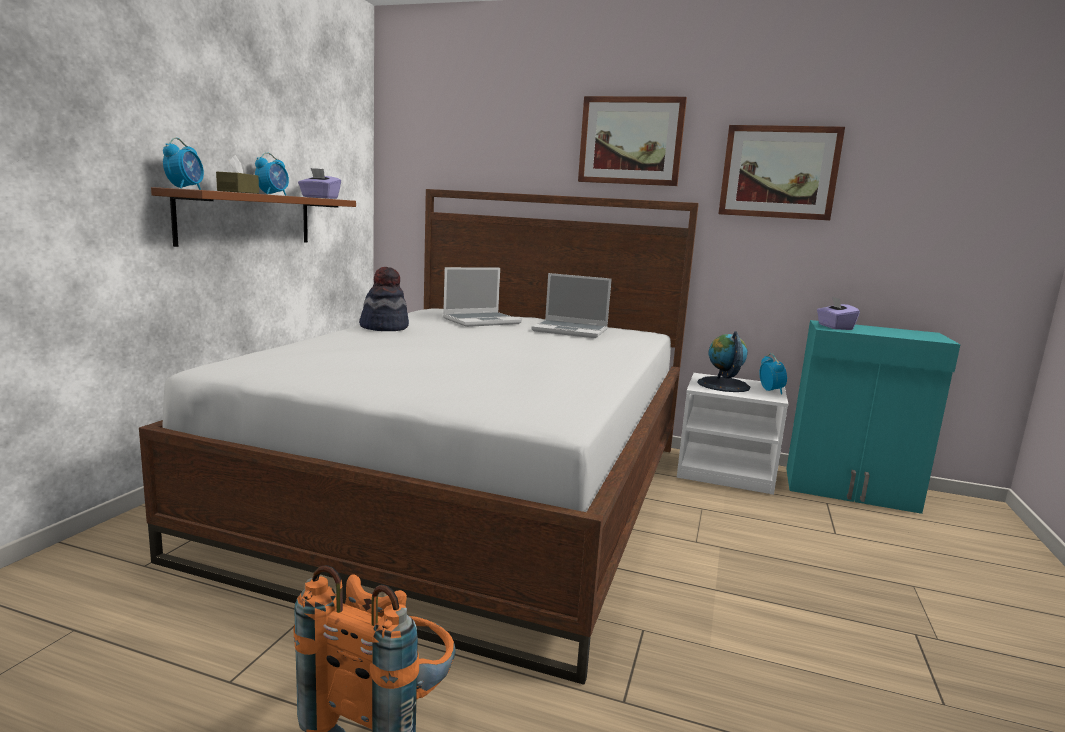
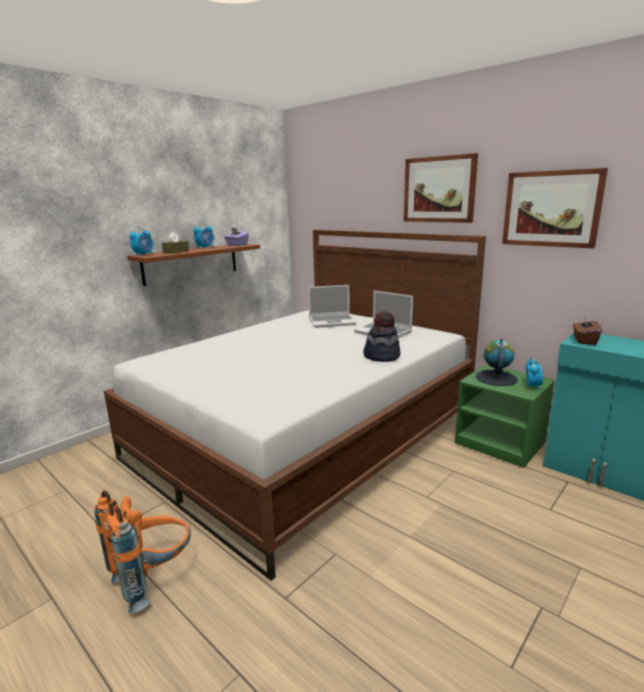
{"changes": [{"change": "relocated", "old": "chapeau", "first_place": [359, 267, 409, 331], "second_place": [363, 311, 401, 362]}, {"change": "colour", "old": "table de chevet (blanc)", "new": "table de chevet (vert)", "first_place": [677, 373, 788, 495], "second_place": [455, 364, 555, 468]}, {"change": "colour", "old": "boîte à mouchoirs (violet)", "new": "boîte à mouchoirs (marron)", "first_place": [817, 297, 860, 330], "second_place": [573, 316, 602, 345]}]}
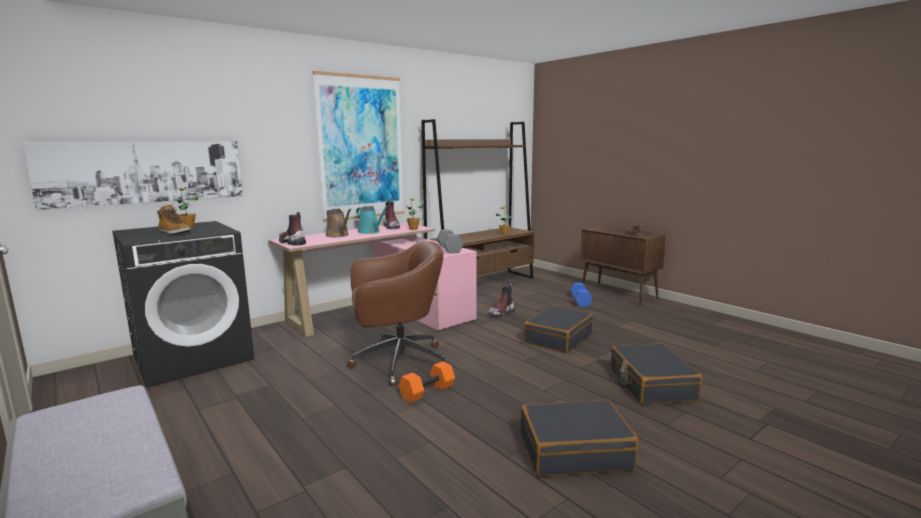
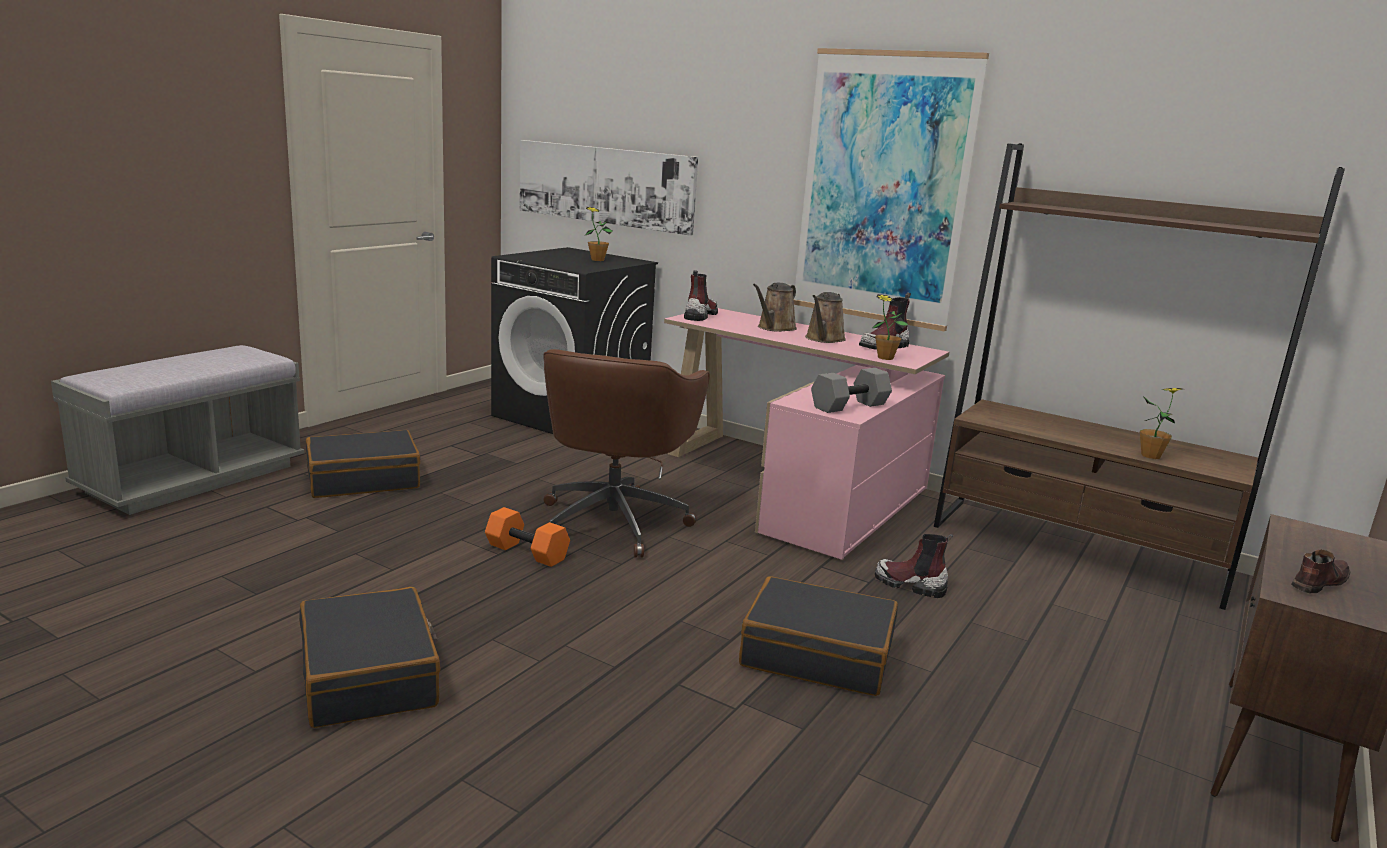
{"changes": [{"change": "missing", "old": "botte", "first_place": [157, 204, 191, 235]}, {"change": "spun", "old": "chaise de bureau (marron)", "first_place": [347, 241, 447, 386], "second_place": [543, 349, 710, 558], "degrees": 45}, {"change": "colour", "old": "arrosoir (turquoise)", "new": "arrosoir (marron)", "first_place": [356, 206, 389, 234], "second_place": [805, 292, 846, 343]}, {"change": "missing", "old": "haltère (bleu)", "first_place": [570, 283, 592, 307]}, {"change": "relocated", "old": "valise (noir)", "first_place": [611, 343, 702, 405], "second_place": [306, 430, 420, 498]}]}
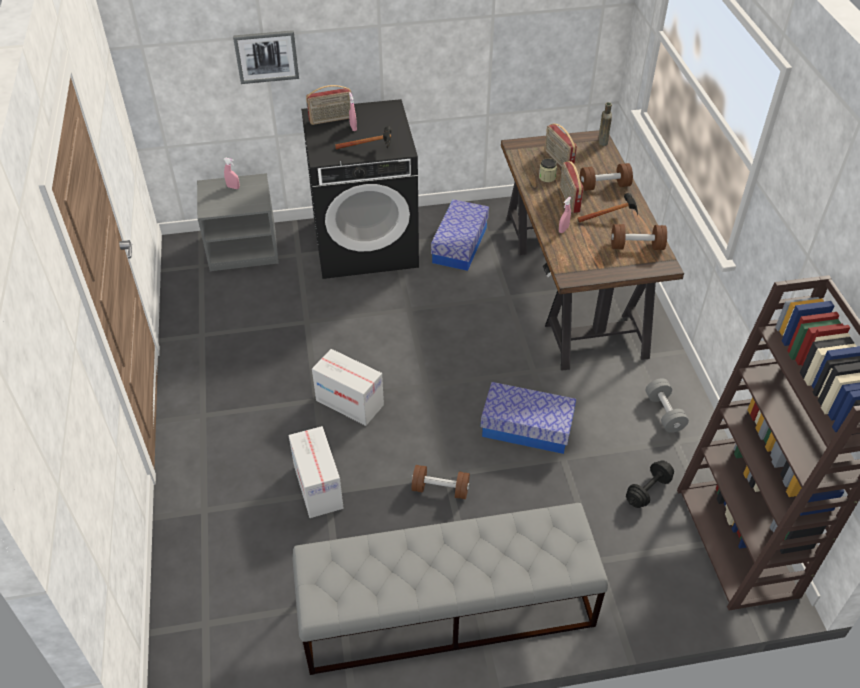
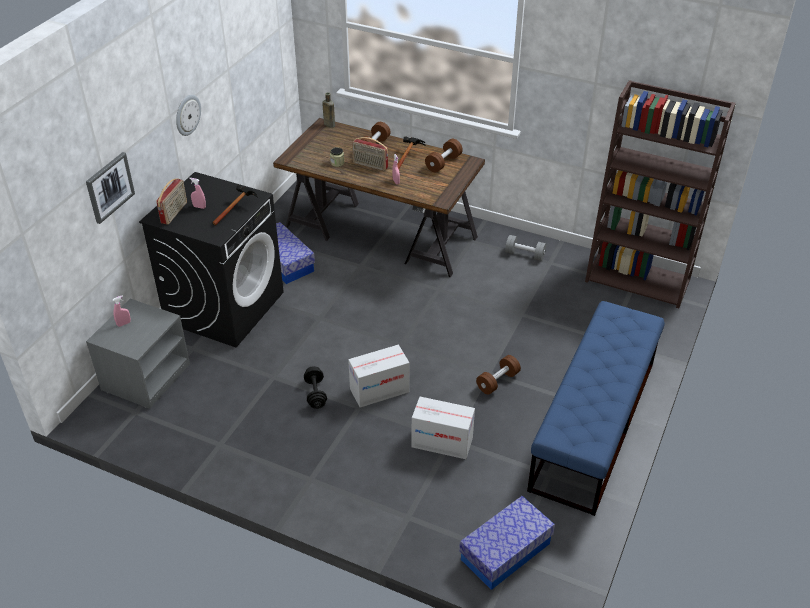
{"changes": [{"change": "colour", "old": "banc (gris)", "new": "banc (bleu)", "first_place": [292, 503, 608, 675], "second_place": [527, 301, 665, 516]}, {"change": "relocated", "old": "boîte de rangement", "first_place": [481, 382, 576, 454], "second_place": [459, 496, 555, 590]}, {"change": "missing", "old": "radio", "first_place": [545, 124, 577, 167]}, {"change": "relocated", "old": "haltère (noir)", "first_place": [626, 460, 674, 508], "second_place": [304, 366, 327, 409]}, {"change": "appeared", "new": "horloge murale", "second_place": [176, 95, 201, 136]}]}
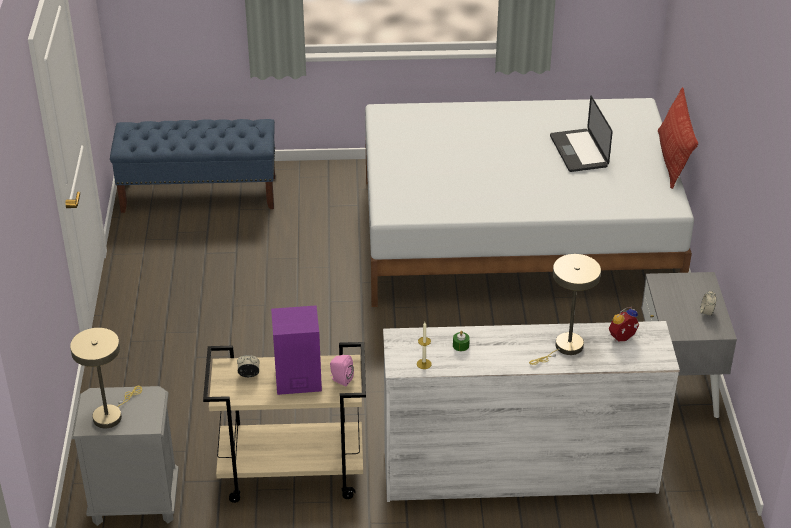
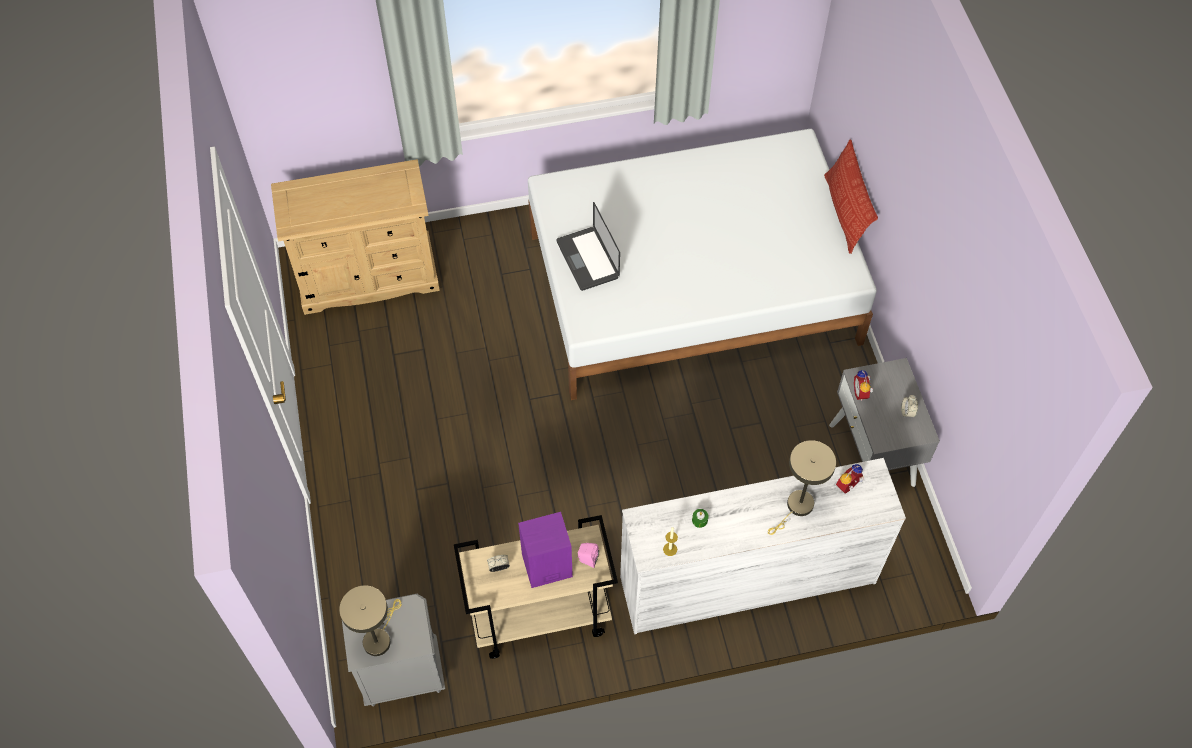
{"changes": [{"change": "exchanged", "old": "banc (bleu)", "new": "commode (beige)", "first_place": [110, 119, 275, 213], "second_place": [271, 159, 440, 315]}, {"change": "relocated", "old": "ordinateur portable", "first_place": [550, 96, 613, 172], "second_place": [556, 202, 620, 291]}, {"change": "appeared", "new": "réveil", "second_place": [854, 370, 873, 401]}]}
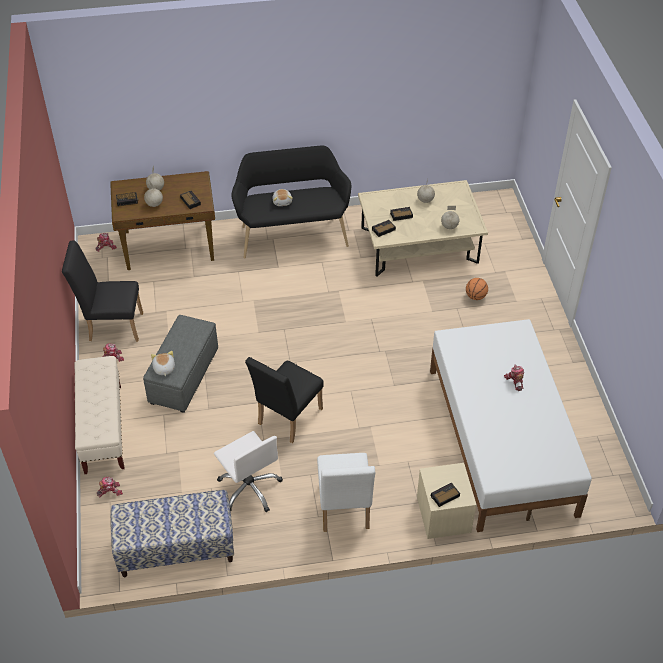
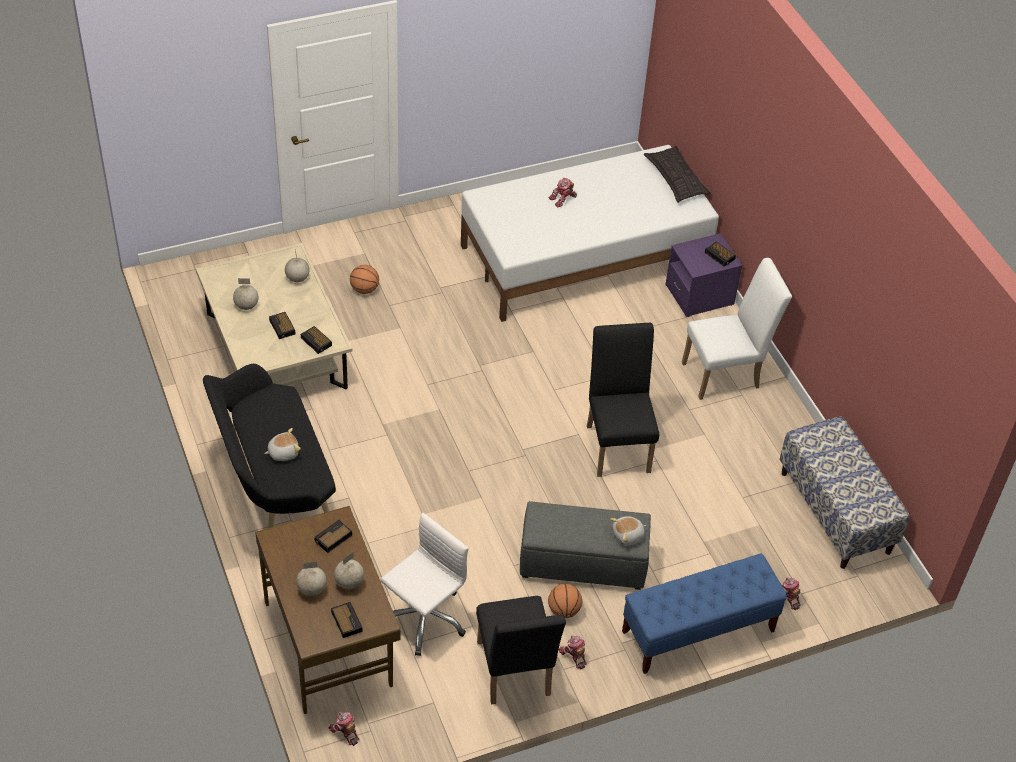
{"changes": [{"change": "colour", "old": "banc (beige)", "new": "banc (bleu)", "first_place": [74, 356, 125, 474], "second_place": [622, 554, 787, 674]}, {"change": "relocated", "old": "chaise de bureau (blanc)", "first_place": [214, 431, 283, 512], "second_place": [381, 513, 469, 656]}, {"change": "spun", "old": "chaise (noir)", "first_place": [245, 357, 324, 443], "second_place": [587, 323, 660, 477], "degrees": -120}, {"change": "colour", "old": "table de chevet (beige)", "new": "table de chevet (violet)", "first_place": [417, 463, 476, 539], "second_place": [665, 233, 742, 317]}, {"change": "appeared", "new": "ballon de basket", "second_place": [548, 584, 582, 618]}, {"change": "appeared", "new": "coussin", "second_place": [644, 146, 711, 203]}]}
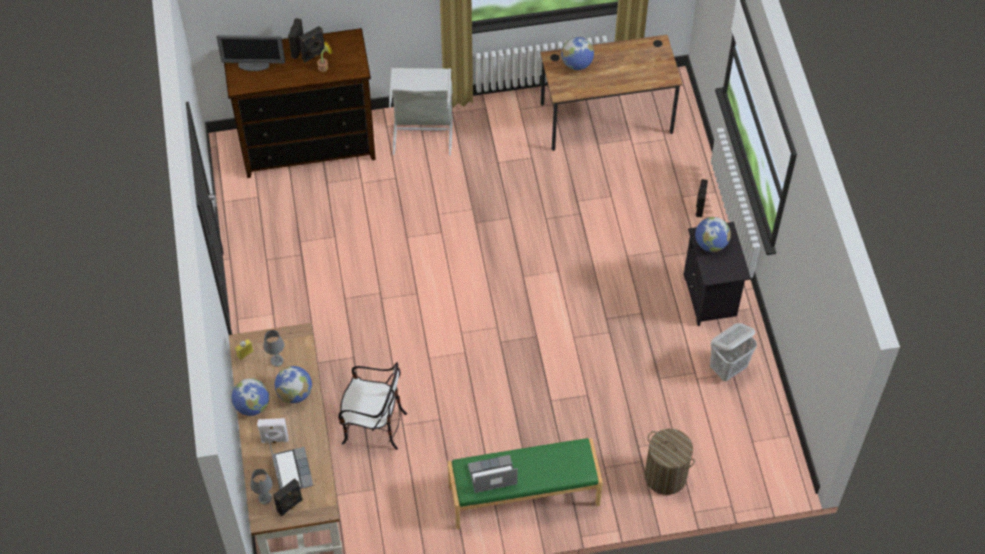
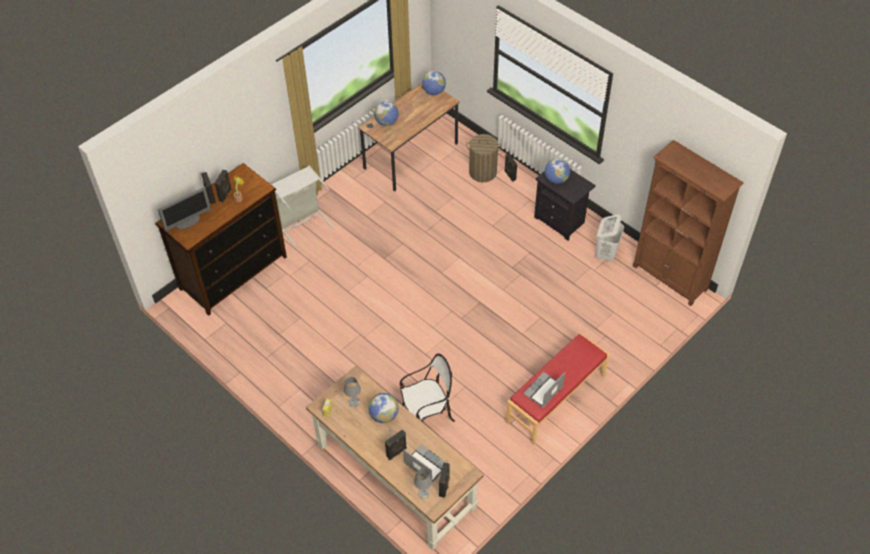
{"changes": [{"change": "relocated", "old": "globe", "first_place": [232, 378, 269, 416], "second_place": [422, 71, 446, 95]}, {"change": "colour", "old": "enceinte (blanc)", "new": "enceinte (noir)", "first_place": [257, 418, 289, 443], "second_place": [385, 429, 407, 460]}, {"change": "colour", "old": "banc (vert)", "new": "banc (rouge)", "first_place": [448, 438, 603, 529], "second_place": [506, 333, 610, 445]}, {"change": "relocated", "old": "panier à linge", "first_place": [645, 429, 695, 495], "second_place": [466, 134, 502, 182]}, {"change": "appeared", "new": "bibliothèque (marron)", "second_place": [633, 140, 743, 306]}]}
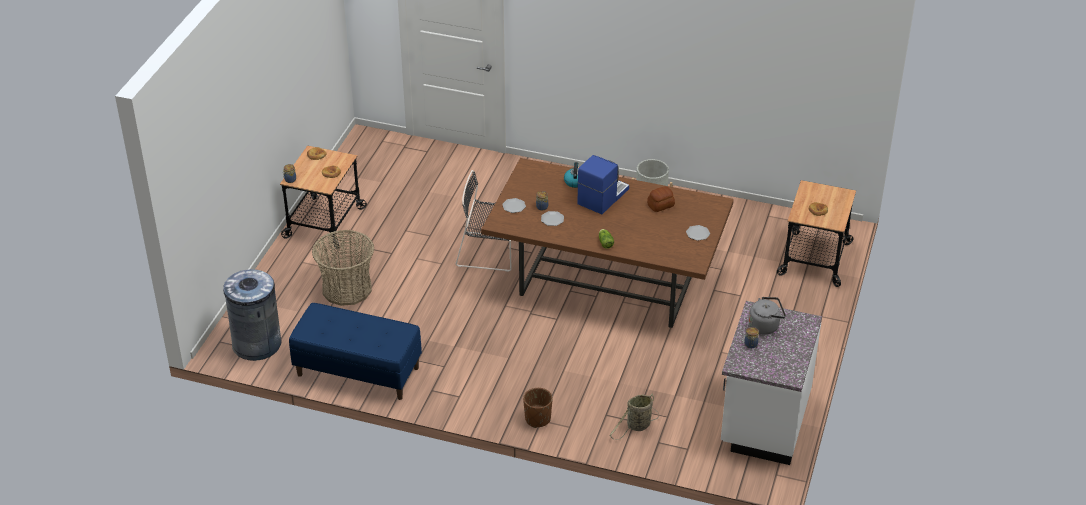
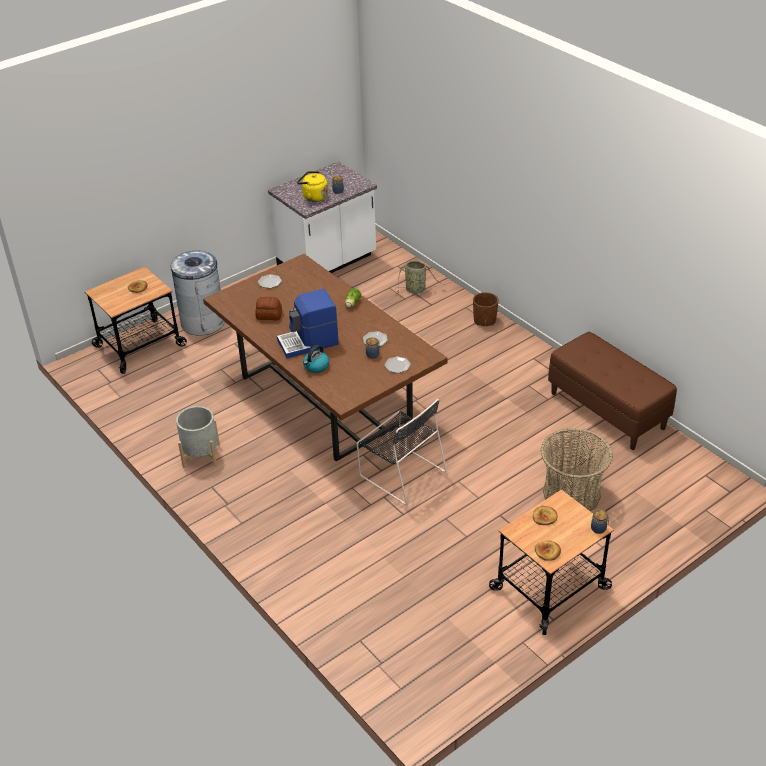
{"changes": [{"change": "relocated", "old": "poubelle (gris)", "first_place": [223, 269, 281, 361], "second_place": [171, 251, 225, 335]}, {"change": "colour", "old": "banc (bleu)", "new": "banc (marron)", "first_place": [289, 303, 422, 400], "second_place": [548, 332, 677, 450]}, {"change": "colour", "old": "bouilloire (gris)", "new": "bouilloire (jaune)", "first_place": [749, 297, 786, 335], "second_place": [297, 171, 328, 202]}]}
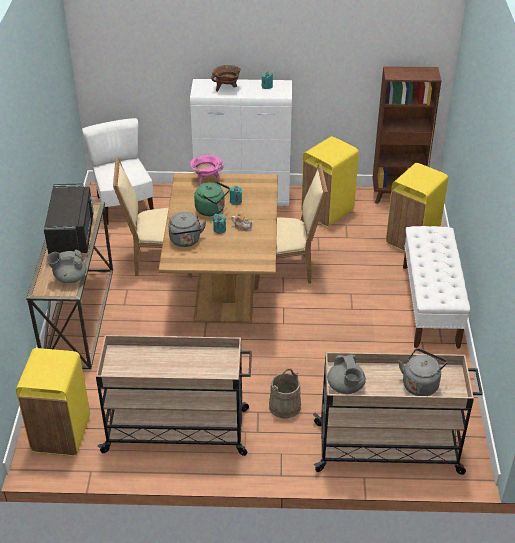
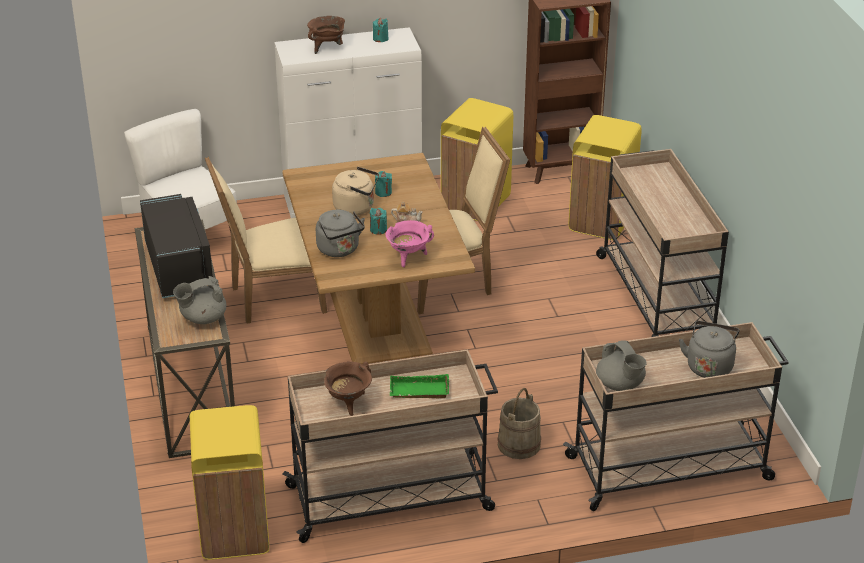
{"changes": [{"change": "relocated", "old": "marmite (rose)", "first_place": [190, 155, 224, 185], "second_place": [385, 220, 434, 267]}, {"change": "colour", "old": "bouilloire (vert)", "new": "bouilloire (beige)", "first_place": [194, 181, 230, 216], "second_place": [332, 167, 379, 215]}, {"change": "exchanged", "old": "banc (blanc)", "new": "chariot (beige)", "first_place": [403, 226, 470, 349], "second_place": [596, 149, 729, 337]}, {"change": "appeared", "new": "marmite (marron)", "second_place": [324, 361, 372, 416]}, {"change": "appeared", "new": "plateau (vert)", "second_place": [390, 374, 449, 398]}]}
